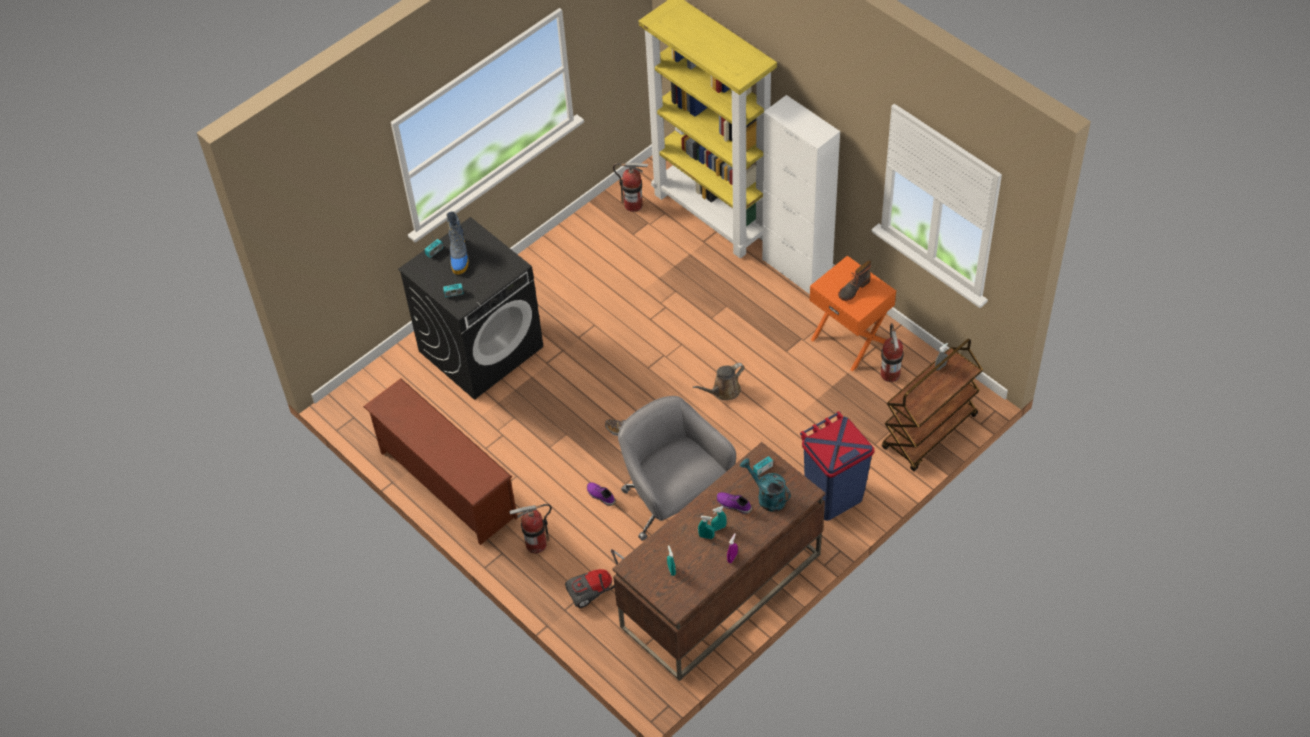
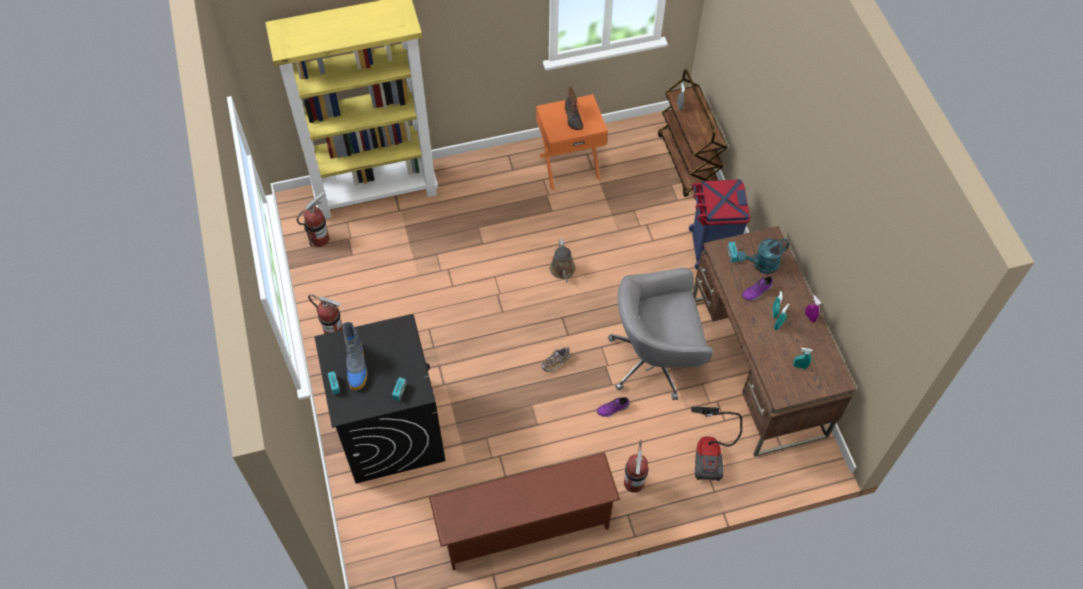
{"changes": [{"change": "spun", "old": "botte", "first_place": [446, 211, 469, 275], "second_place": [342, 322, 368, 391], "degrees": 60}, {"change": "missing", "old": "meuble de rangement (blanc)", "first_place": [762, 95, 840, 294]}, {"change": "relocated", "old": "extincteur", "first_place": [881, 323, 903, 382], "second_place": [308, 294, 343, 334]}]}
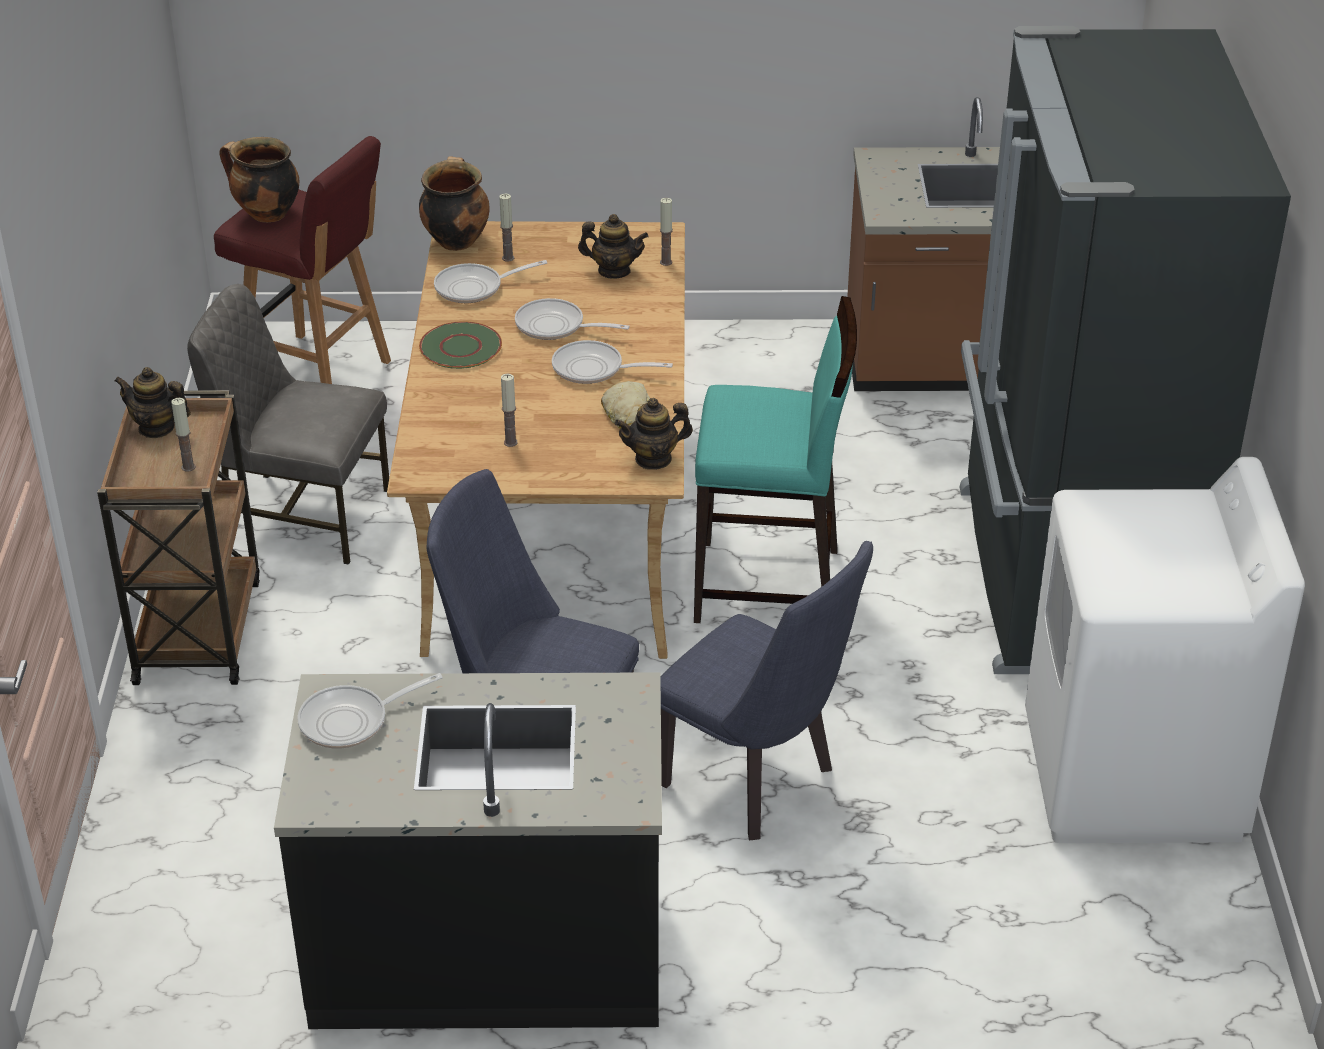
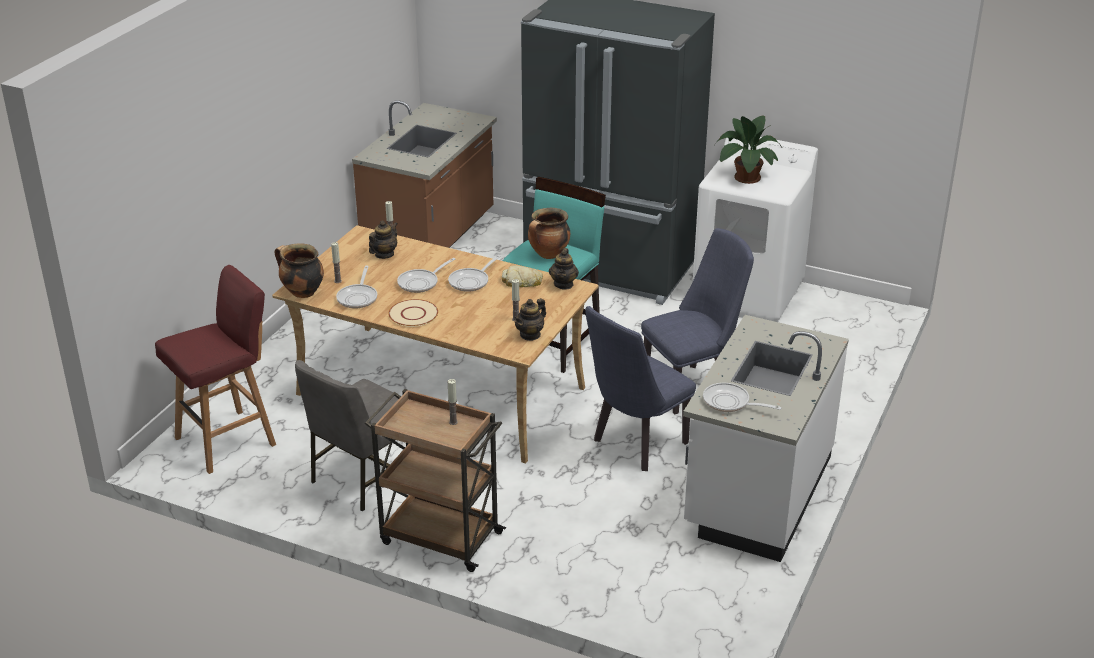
{"changes": [{"change": "relocated", "old": "théière", "first_place": [114, 367, 191, 438], "second_place": [514, 298, 546, 341]}, {"change": "relocated", "old": "marmite", "first_place": [220, 137, 299, 222], "second_place": [528, 208, 570, 259]}, {"change": "colour", "old": "comptoir de cuisine (noir)", "new": "comptoir de cuisine (blanc)", "first_place": [274, 672, 662, 1029], "second_place": [683, 315, 849, 562]}, {"change": "spun", "old": "poêle", "first_place": [297, 673, 443, 749], "second_place": [703, 383, 782, 412], "degrees": 120}, {"change": "colour", "old": "assiette (vert)", "new": "assiette (beige)", "first_place": [419, 321, 502, 369], "second_place": [388, 299, 438, 327]}, {"change": "appeared", "new": "plante en pot", "second_place": [715, 115, 782, 184]}]}
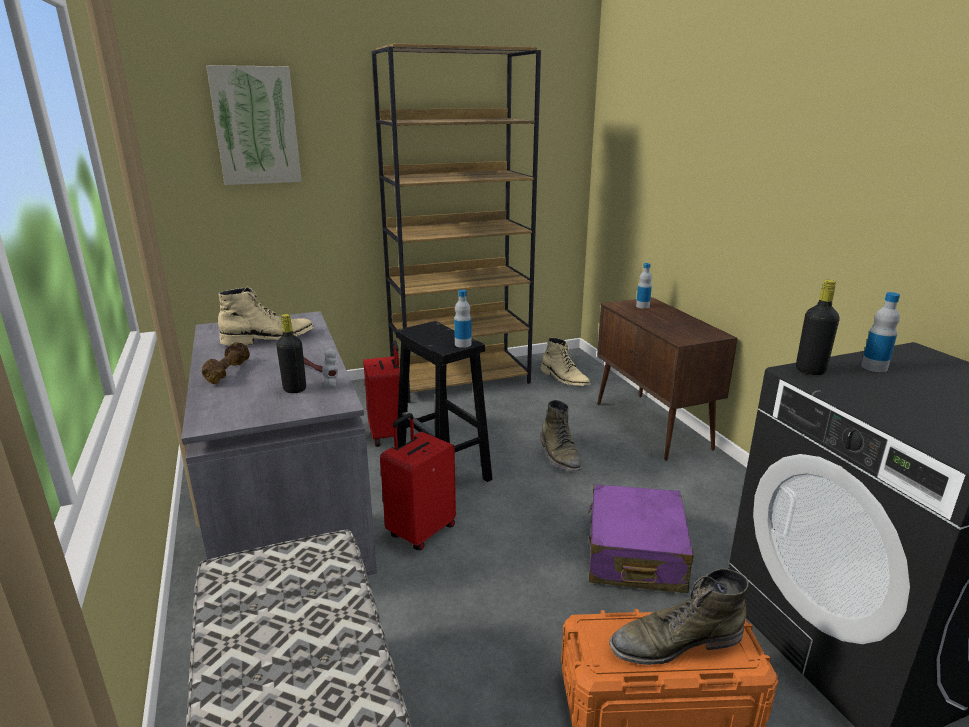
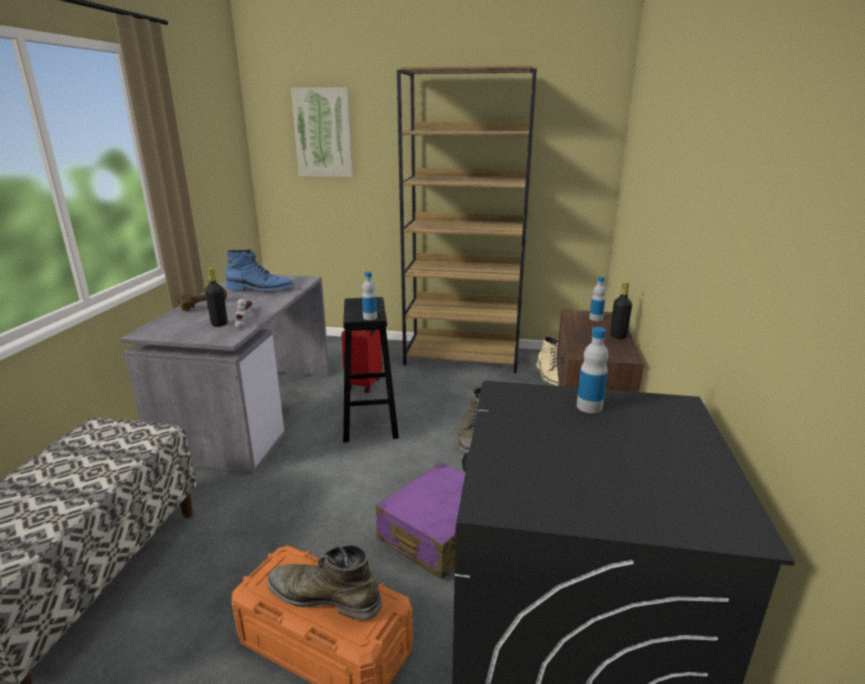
{"changes": [{"change": "colour", "old": "botte (beige)", "new": "botte (bleu)", "first_place": [218, 287, 314, 345], "second_place": [226, 249, 294, 291]}, {"change": "missing", "old": "valise (rouge)", "first_place": [380, 413, 456, 550]}, {"change": "relocated", "old": "bouteille (noir)", "first_place": [796, 280, 840, 375], "second_place": [610, 282, 632, 339]}]}
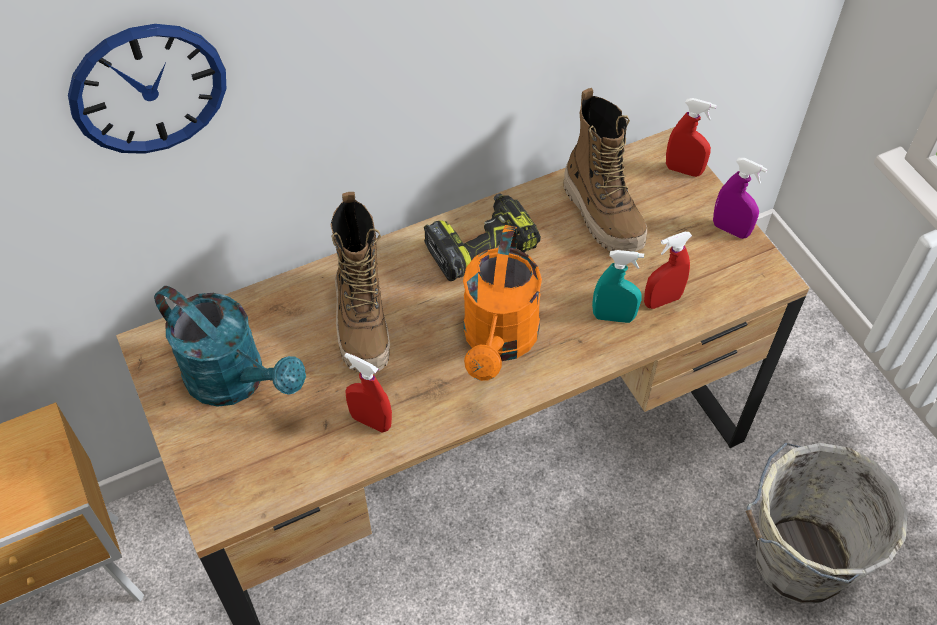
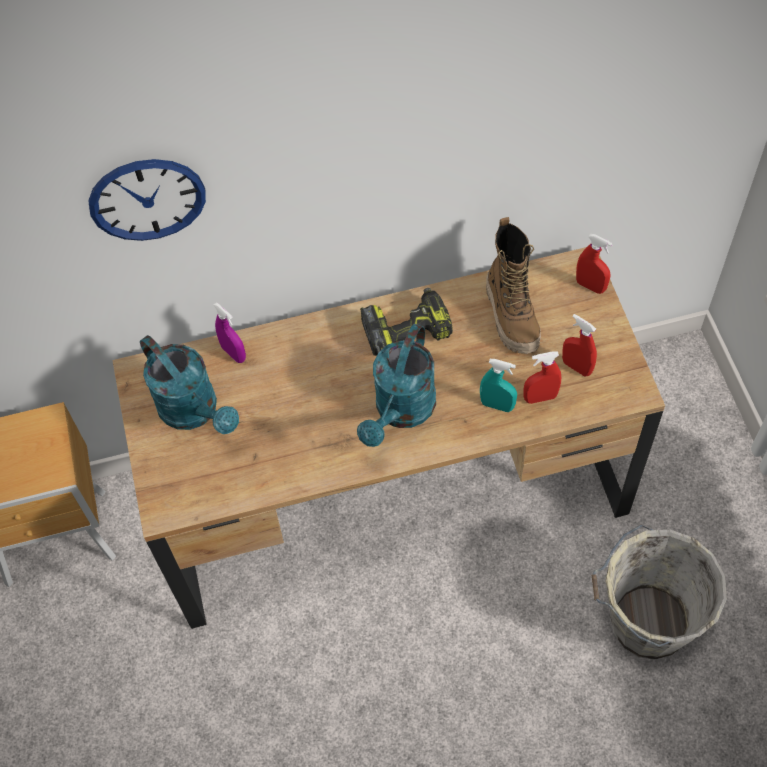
{"changes": [{"change": "missing", "old": "botte", "first_place": [331, 192, 390, 372]}, {"change": "relocated", "old": "vaporisateur (rouge)", "first_place": [344, 353, 392, 433], "second_place": [562, 314, 597, 377]}, {"change": "colour", "old": "arrosoir (orange)", "new": "arrosoir (turquoise)", "first_place": [463, 225, 542, 381], "second_place": [357, 324, 436, 447]}, {"change": "relocated", "old": "vaporisateur (violet)", "first_place": [713, 158, 768, 239], "second_place": [214, 302, 246, 363]}]}
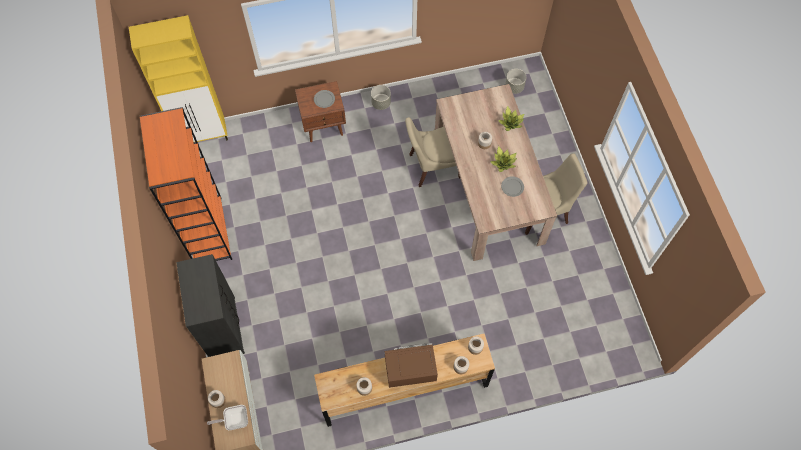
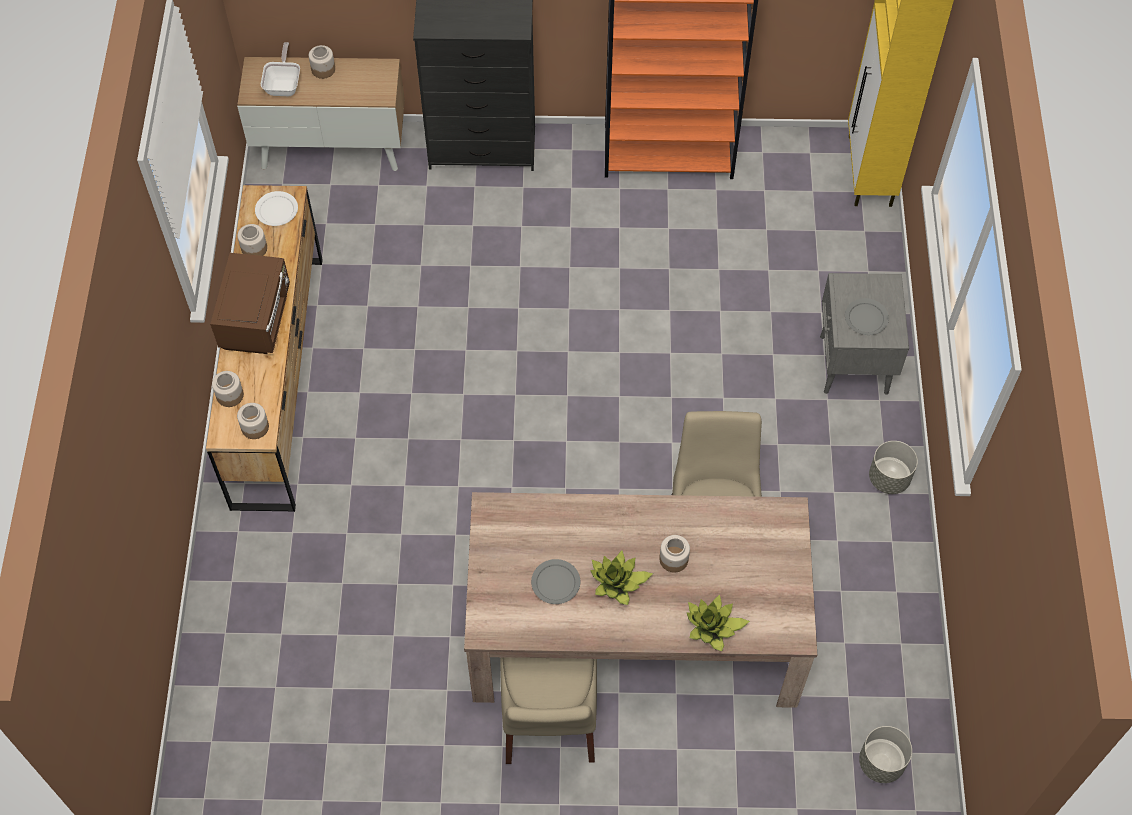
{"changes": [{"change": "colour", "old": "table de chevet (marron)", "new": "table de chevet (gris)", "first_place": [295, 81, 346, 142], "second_place": [820, 273, 909, 395]}, {"change": "appeared", "new": "assiette (blanc)", "second_place": [255, 191, 298, 226]}]}
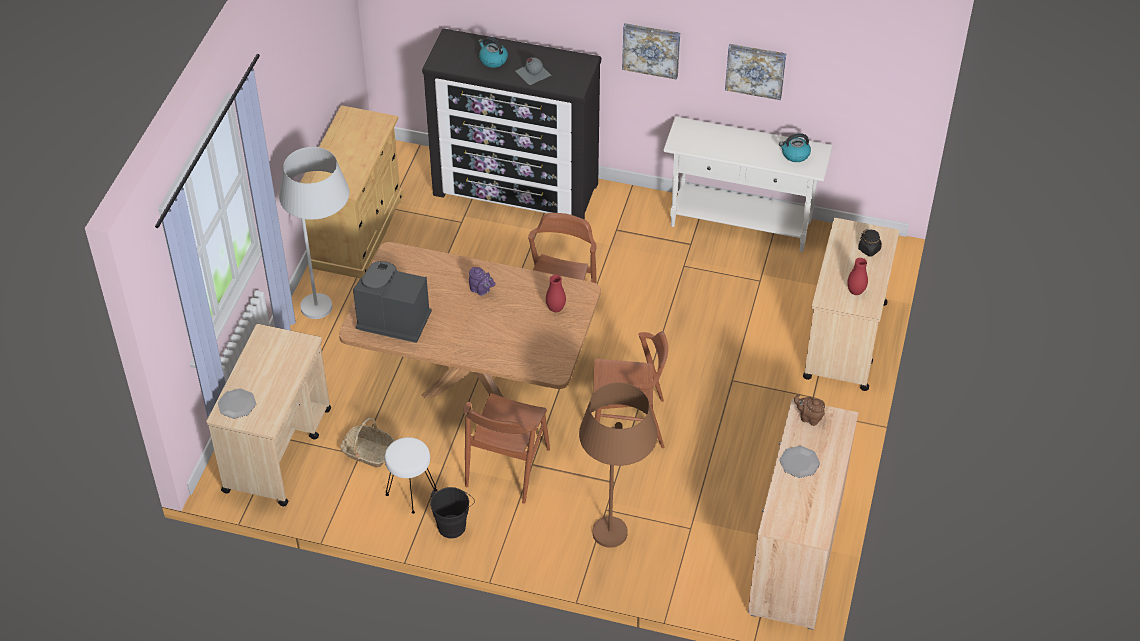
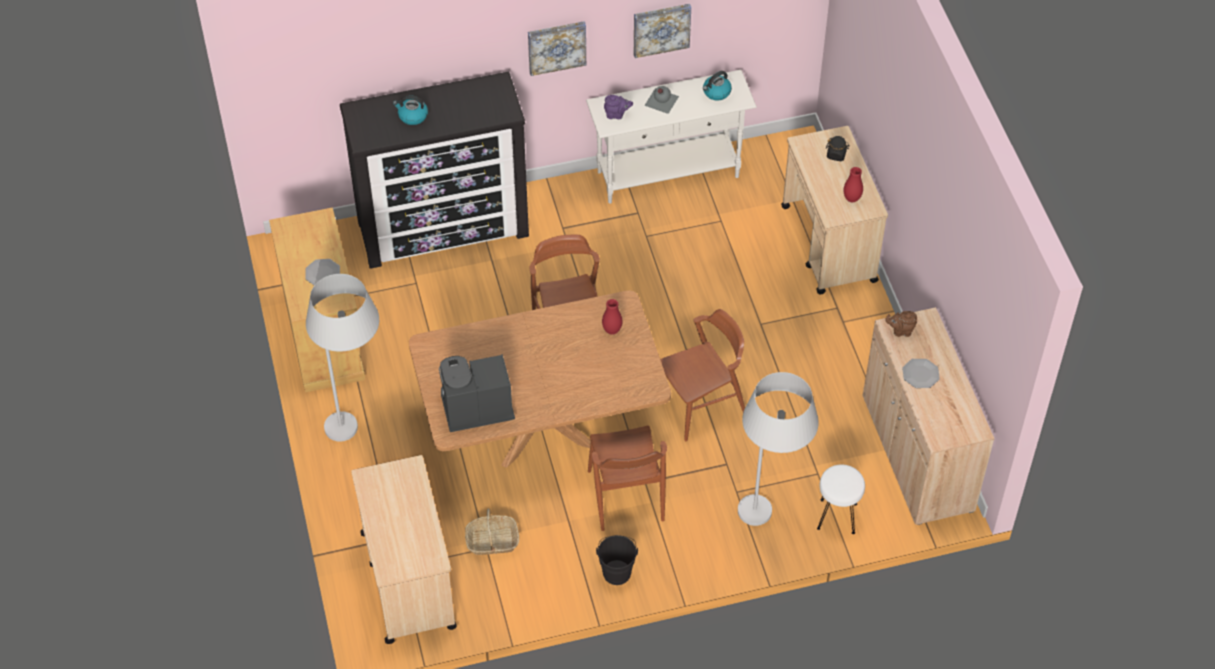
{"changes": [{"change": "relocated", "old": "assiette", "first_place": [218, 388, 256, 419], "second_place": [305, 259, 340, 285]}, {"change": "relocated", "old": "tabouret (blanc)", "first_place": [385, 437, 437, 514], "second_place": [817, 464, 865, 534]}, {"change": "relocated", "old": "théière (violet)", "first_place": [469, 267, 495, 296], "second_place": [604, 95, 633, 119]}, {"change": "relocated", "old": "bouteille (gris)", "first_place": [515, 57, 551, 85], "second_place": [644, 86, 679, 114]}, {"change": "colour", "old": "lampadaire (marron)", "new": "lampadaire (blanc)", "first_place": [579, 383, 658, 548], "second_place": [738, 372, 819, 526]}]}
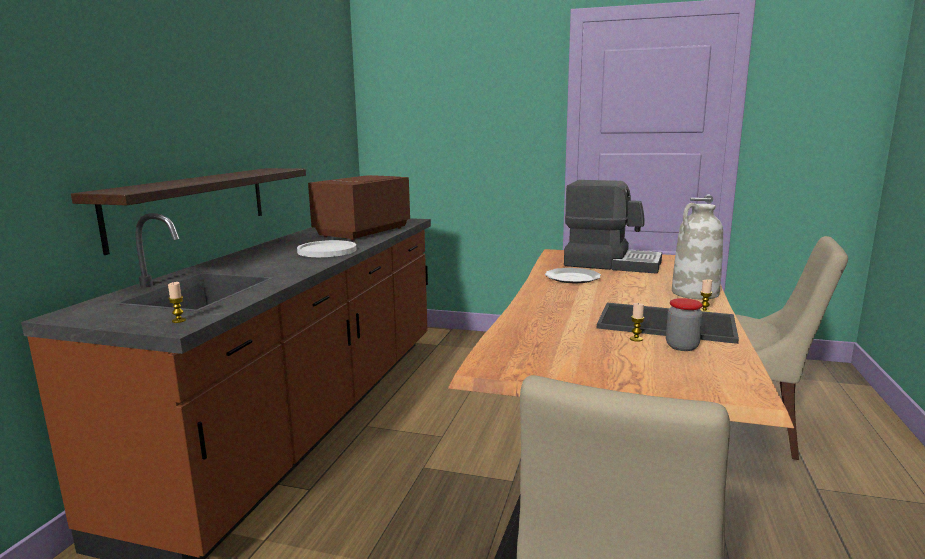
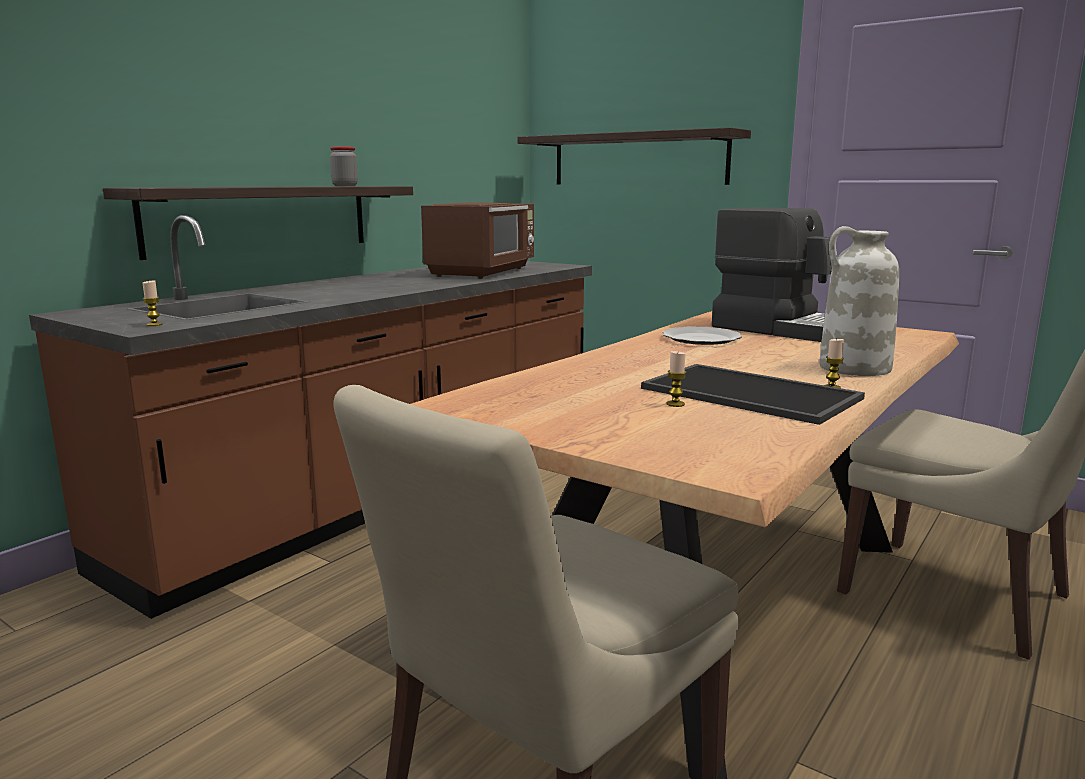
{"changes": [{"change": "missing", "old": "assiette (blanc)", "first_place": [297, 240, 357, 257]}, {"change": "spun", "old": "micro-ondes (marron)", "first_place": [308, 175, 410, 240], "second_place": [421, 202, 534, 279], "degrees": 150}, {"change": "relocated", "old": "bocal", "first_place": [666, 298, 703, 351], "second_place": [330, 146, 358, 186]}, {"change": "appeared", "new": "étagère", "second_place": [518, 127, 751, 185]}]}
